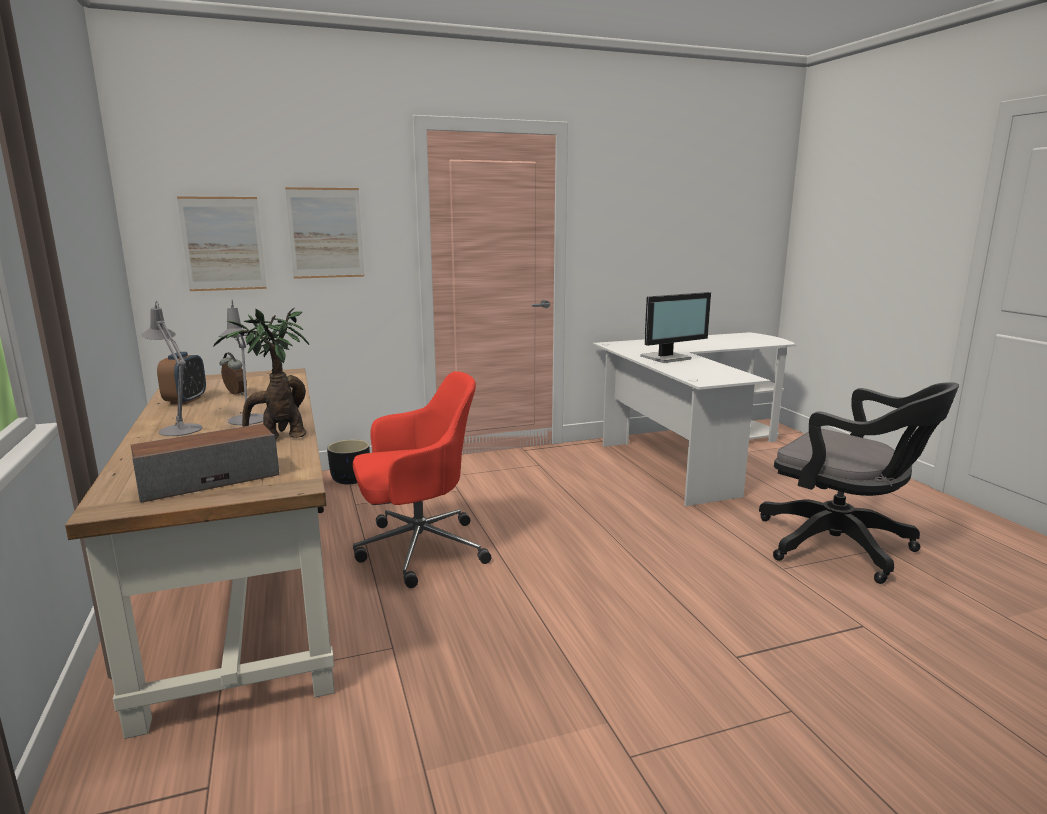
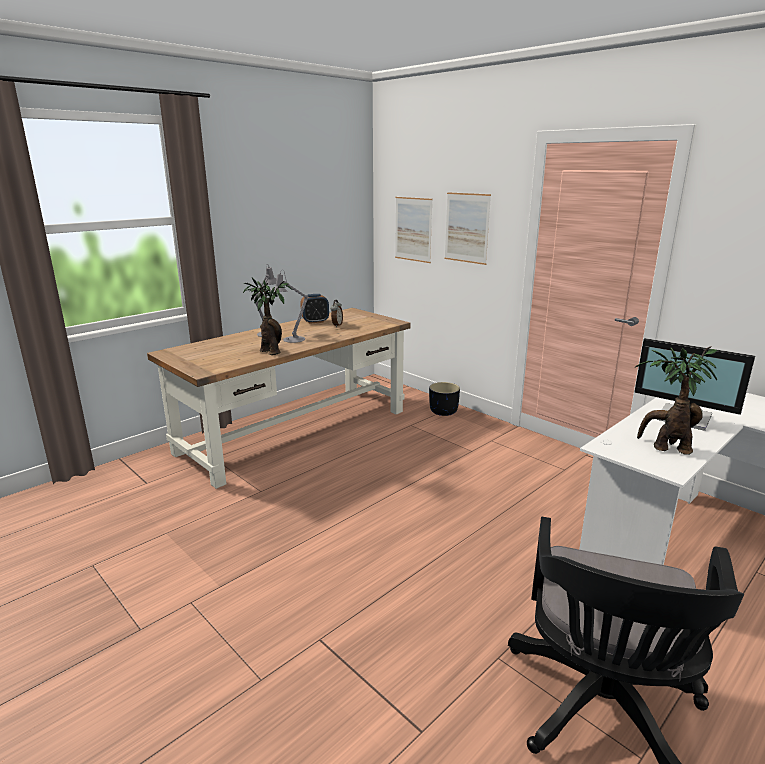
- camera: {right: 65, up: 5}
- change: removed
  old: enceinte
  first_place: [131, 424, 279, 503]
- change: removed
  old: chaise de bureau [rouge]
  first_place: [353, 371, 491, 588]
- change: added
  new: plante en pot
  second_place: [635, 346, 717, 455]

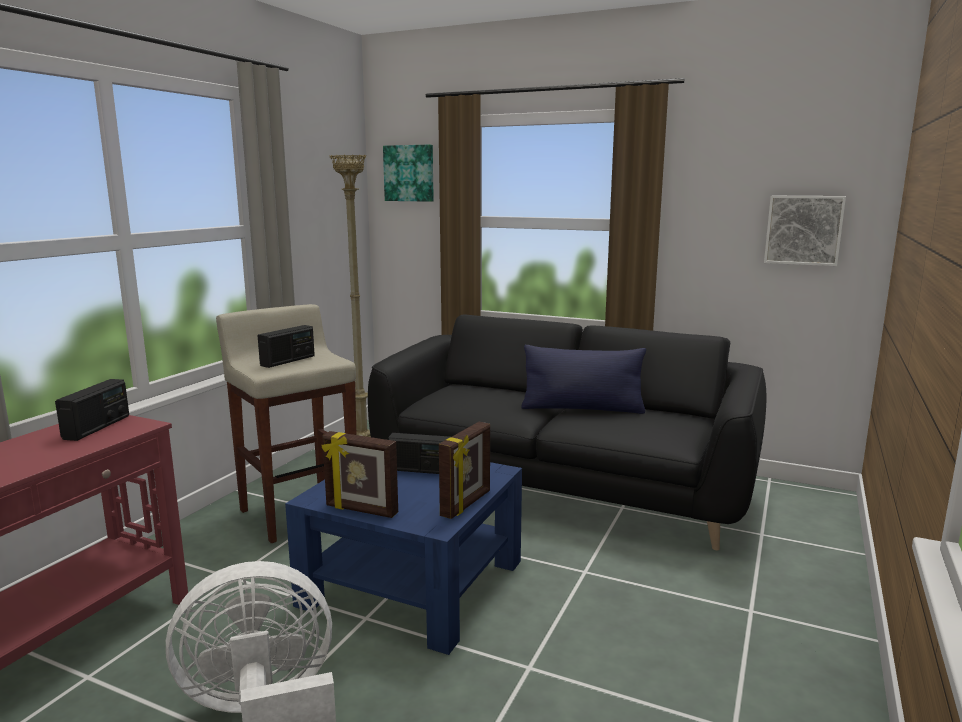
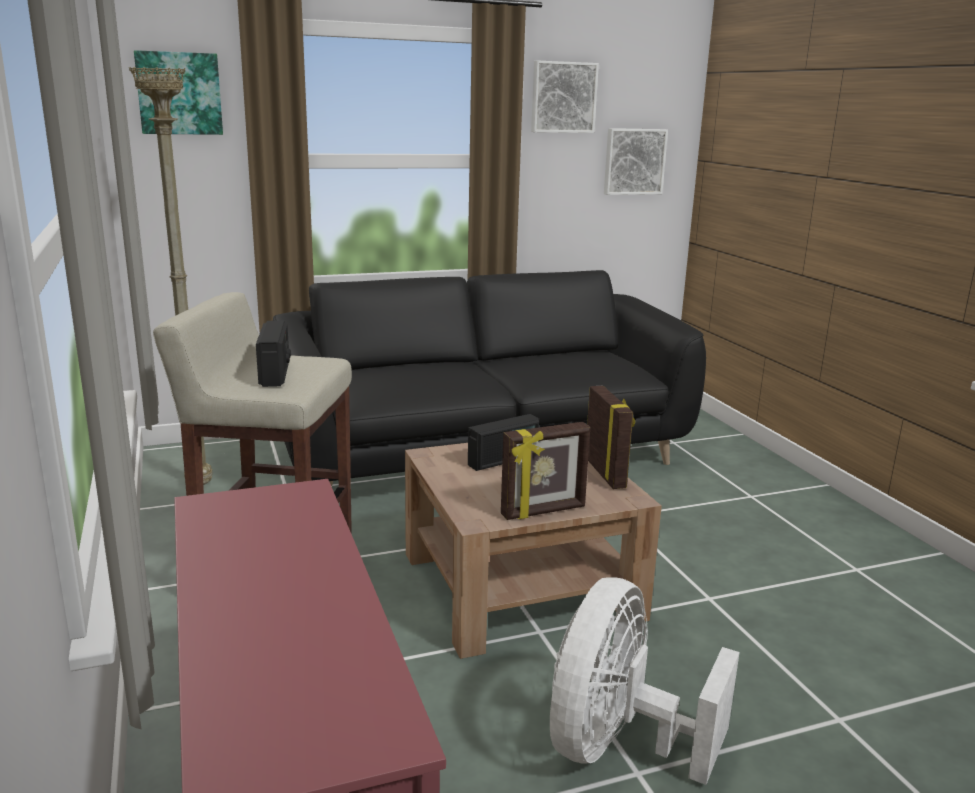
- camera: {right: -45, up: 5}
- change: removed
  old: radio
  first_place: [55, 379, 129, 441]
- change: recoloured
  old: table basse [bleu]
  new: table basse [marron]
  first_place: [285, 462, 522, 655]
  second_place: [405, 443, 662, 659]
- change: removed
  old: coussin [bleu]
  first_place: [521, 345, 646, 414]
- change: added
  new: tableau
  second_place: [531, 61, 599, 133]

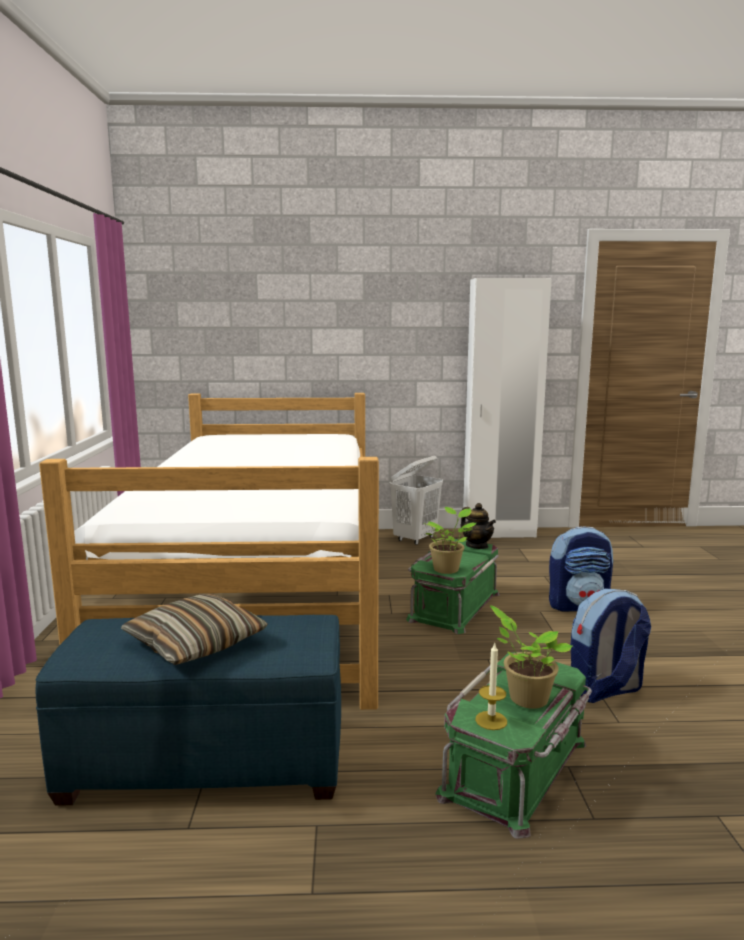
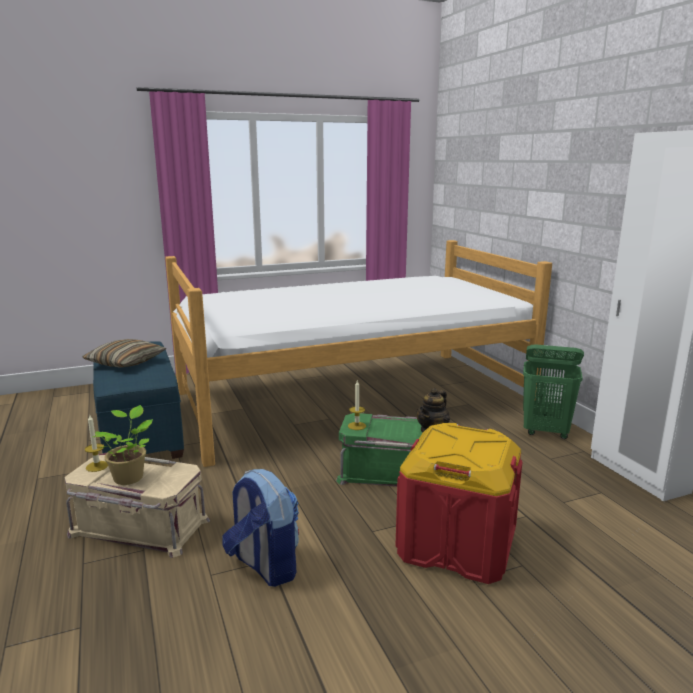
- camera: {right: 70, up: 5}
- change: recoloured
  old: panier à linge [blanc]
  new: panier à linge [vert]
  first_place: [389, 456, 443, 545]
  second_place: [523, 344, 584, 439]
- change: replaced
  old: plante en pot
  new: bougie
  first_place: [423, 507, 476, 574]
  second_place: [348, 381, 366, 430]
- change: recoloured
  old: boîte de rangement [vert]
  new: boîte de rangement [beige]
  first_place: [435, 652, 592, 839]
  second_place: [65, 453, 210, 558]
- change: replaced
  old: sac à dos
  new: boîte de rangement [rouge]
  first_place: [549, 527, 613, 611]
  second_place: [396, 423, 523, 584]

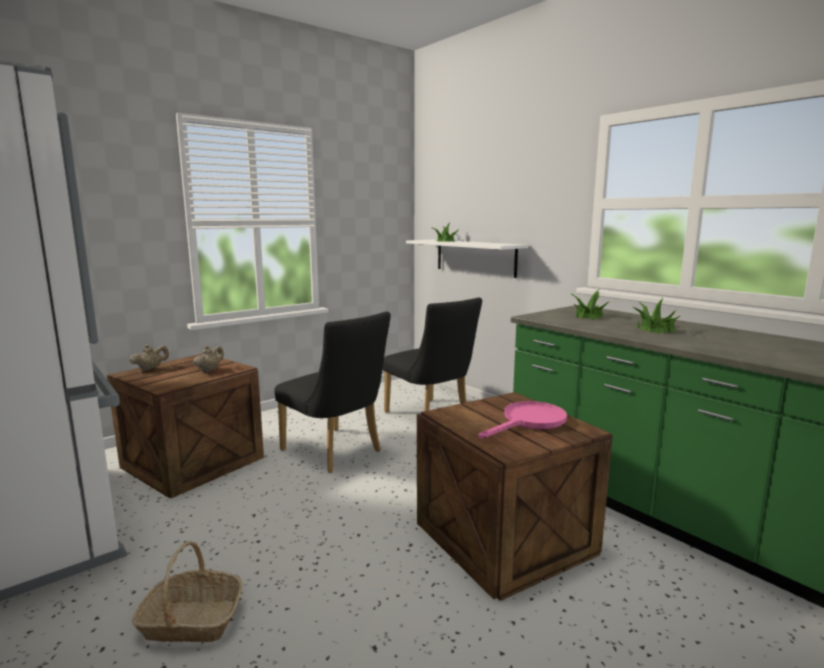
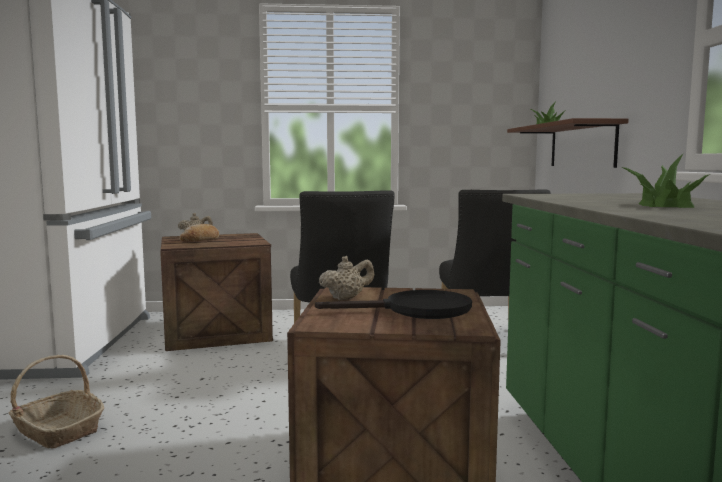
- camera: {right: 35, up: -5}
- change: moved
  old: théière [beige]
  first_place: [194, 345, 224, 372]
  second_place: [319, 256, 374, 300]
- change: recoloured
  old: étagère [blanc]
  new: étagère [marron]
  first_place: [406, 240, 528, 278]
  second_place: [507, 118, 629, 168]
- change: recoloured
  old: poêle [rose]
  new: poêle [noir]
  first_place: [478, 401, 567, 439]
  second_place: [315, 290, 472, 319]
- change: removed
  old: plante en pot
  first_place: [570, 290, 610, 319]
- change: added
  new: pain
  second_place: [179, 224, 219, 242]

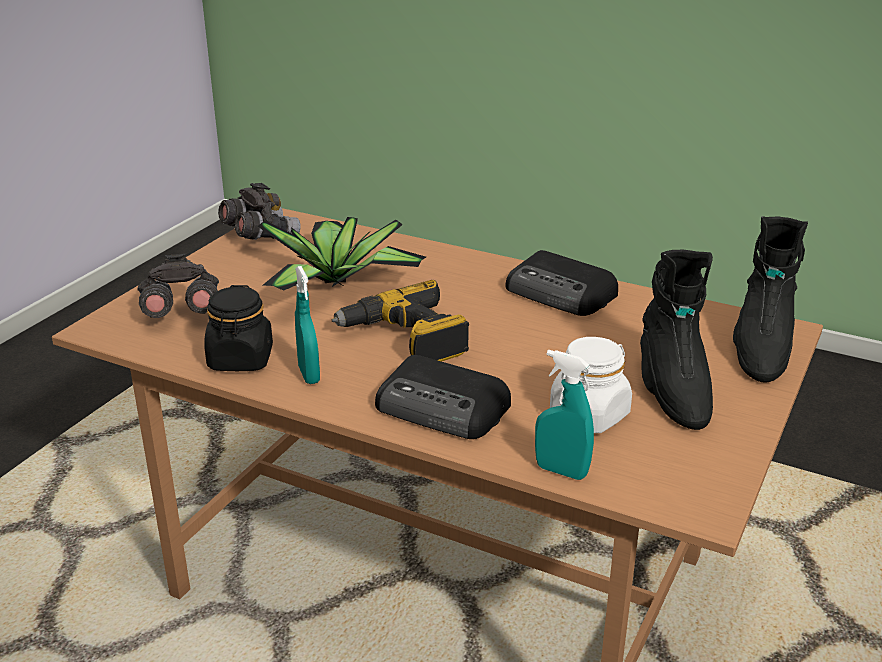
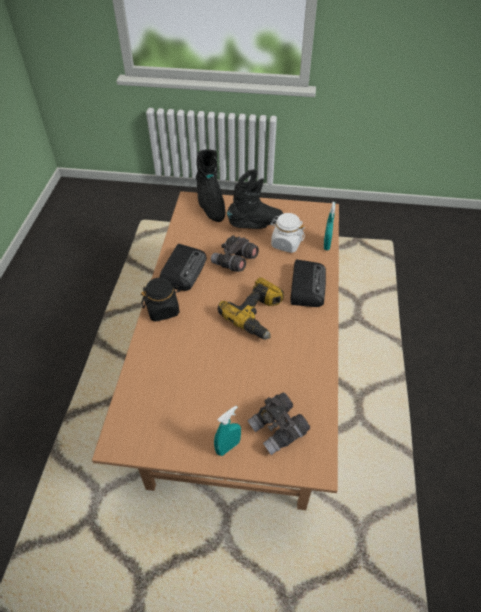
- camera: {right: -110, up: 20}
- change: moved
  old: bocal [noir]
  first_place: [204, 285, 273, 371]
  second_place: [141, 278, 181, 322]
- change: moved
  old: jumelles [gris]
  first_place: [218, 183, 301, 240]
  second_place: [211, 235, 259, 272]
- change: removed
  old: plante en pot
  first_place: [258, 217, 426, 291]
- change: moved
  old: vaporisateur [turquoise]
  first_place: [295, 266, 320, 384]
  second_place: [214, 406, 241, 456]
- change: turned
  old: botte [noir]
  first_place: [733, 216, 808, 383]
  second_place: [196, 149, 225, 222]
  degrees: 75

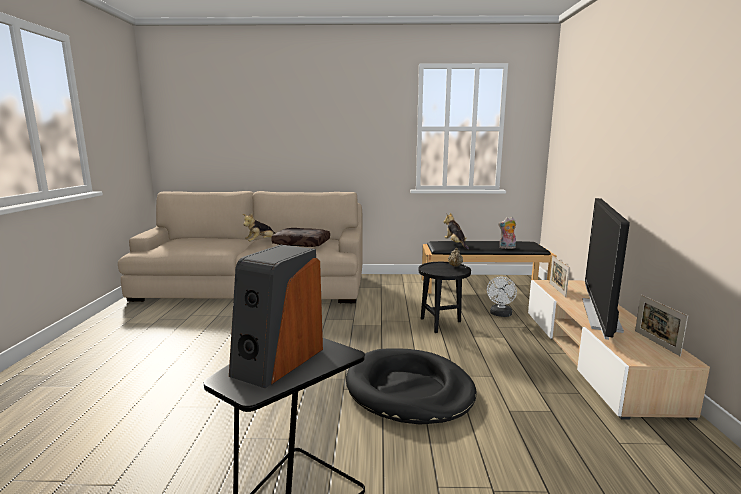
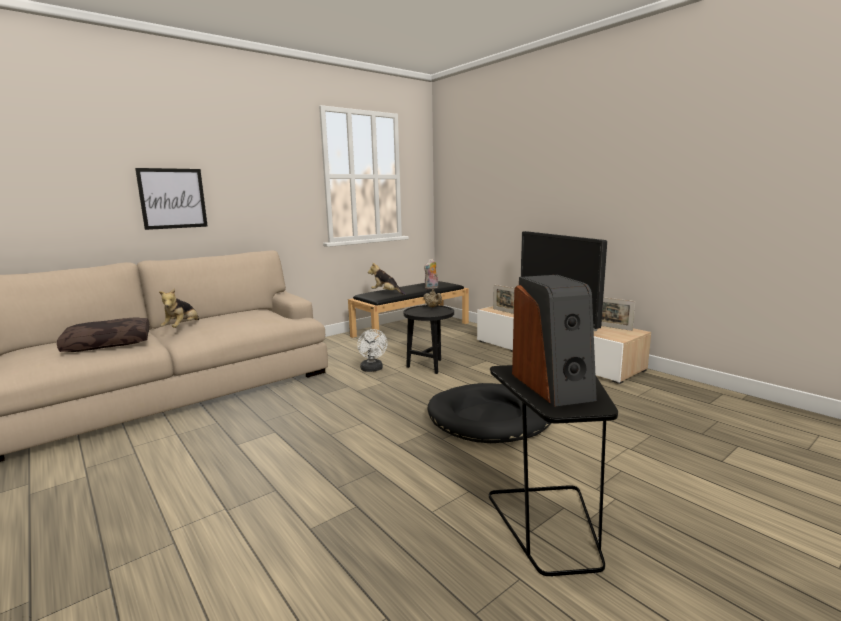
- camera: {right: -40, up: 0}
- change: moved
  old: coussin [marron]
  first_place: [271, 228, 330, 247]
  second_place: [57, 317, 150, 352]
- change: moved
  old: ventilateur [blanc]
  first_place: [487, 277, 517, 317]
  second_place: [357, 329, 387, 372]
- change: added
  new: tableau
  second_place: [135, 168, 208, 230]

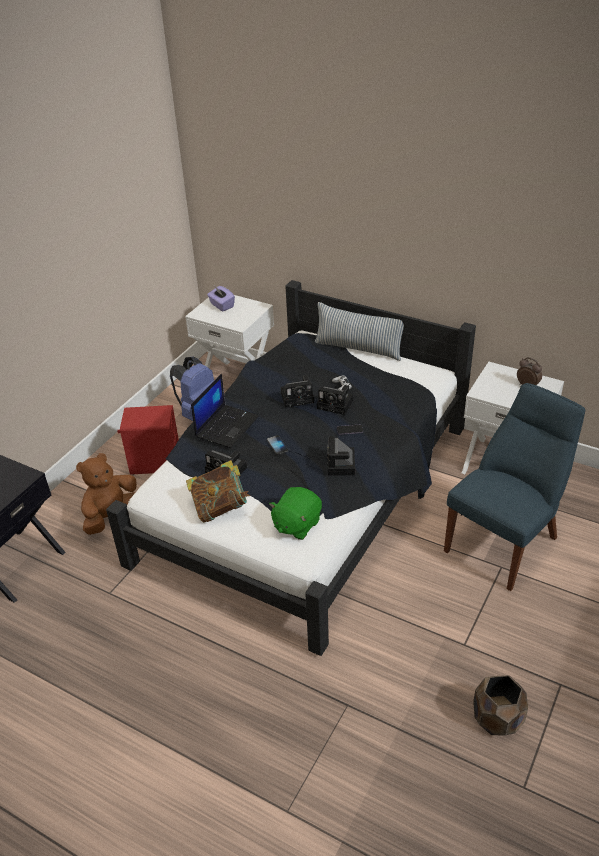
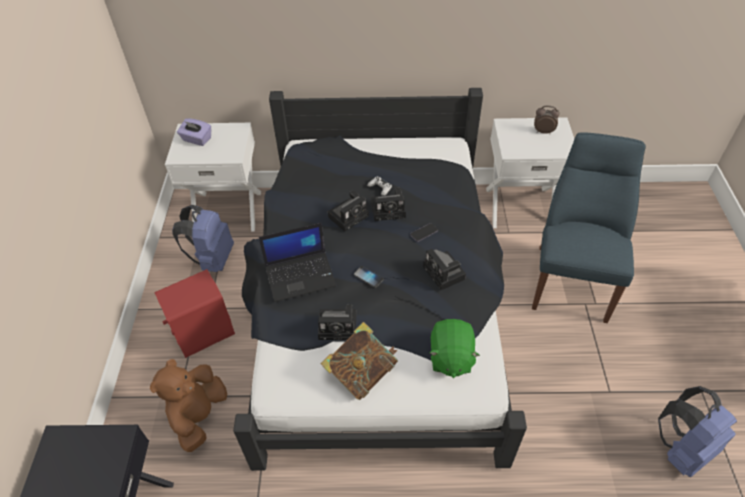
- camera: {right: -30, up: 10}
- change: turned
  old: ordinateur portable
  first_place: [191, 374, 259, 448]
  second_place: [259, 223, 336, 302]
  degrees: 75
- change: removed
  old: coussin
  first_place: [314, 302, 404, 361]
- change: replaced
  old: cache-pot [marron]
  new: sac à dos [bleu]
  first_place: [473, 675, 528, 735]
  second_place: [658, 386, 737, 477]

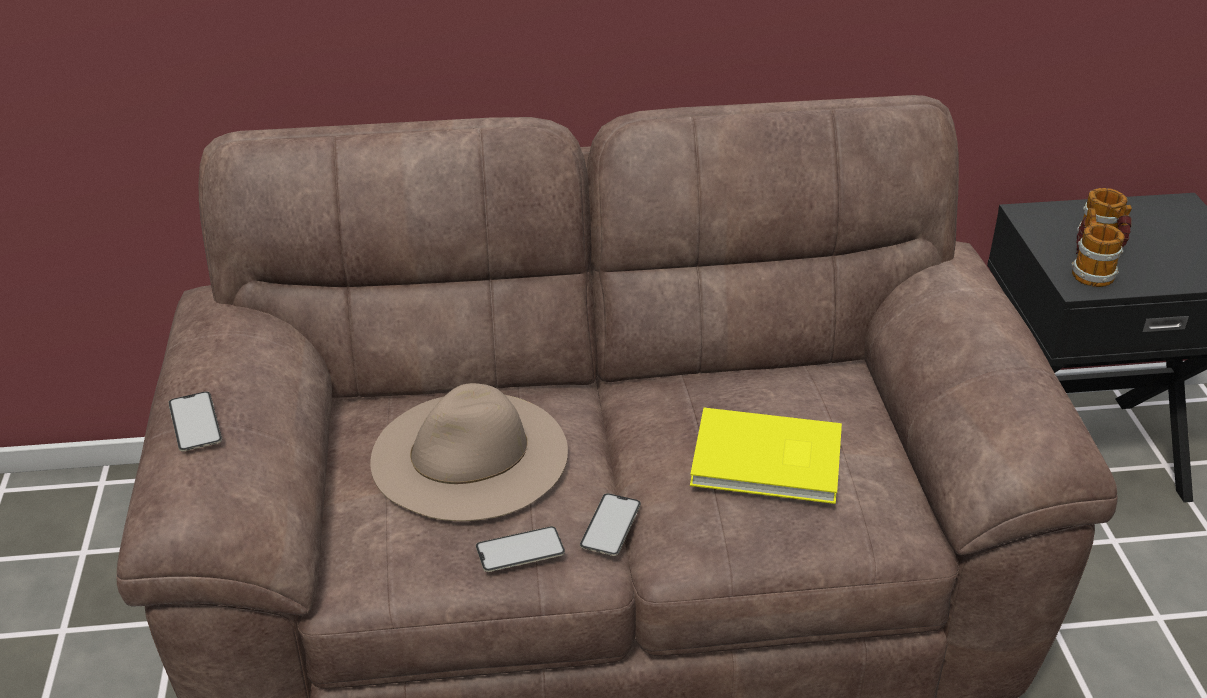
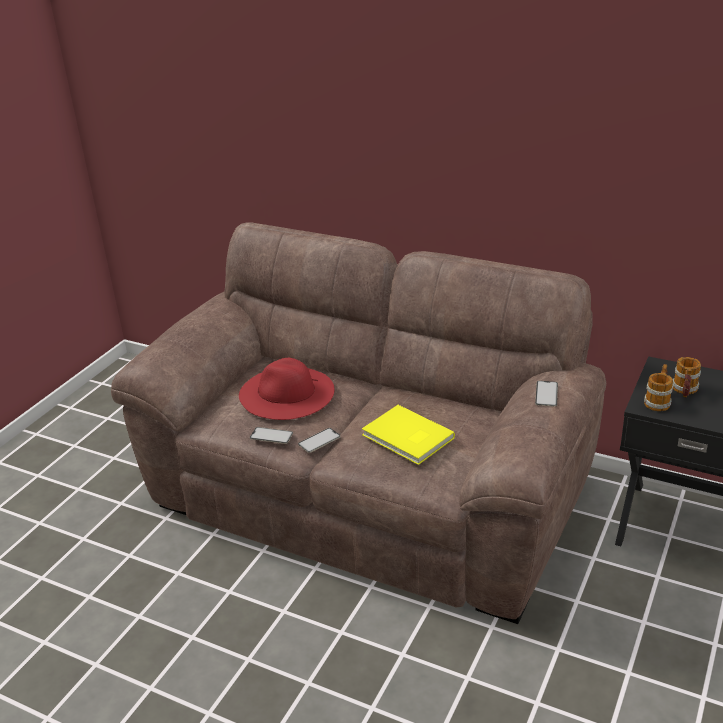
- camera: {right: 35, up: -5}
- change: moved
  old: téléphone
  first_place: [168, 391, 222, 451]
  second_place: [535, 381, 558, 407]
- change: recoloured
  old: chapeau [beige]
  new: chapeau [rouge]
  first_place: [370, 383, 568, 521]
  second_place: [239, 358, 335, 420]

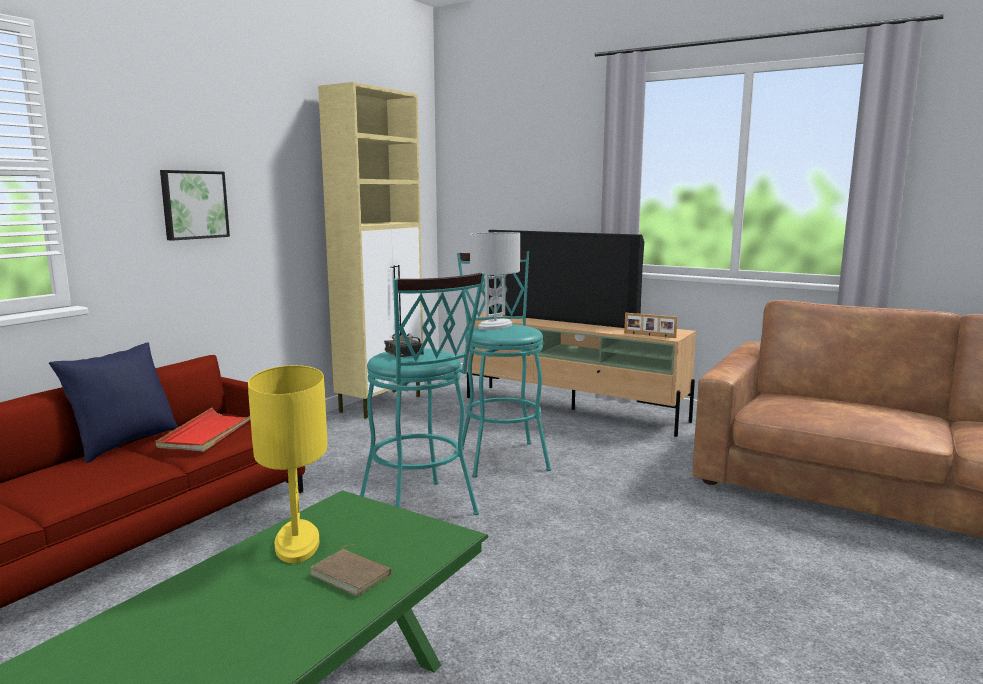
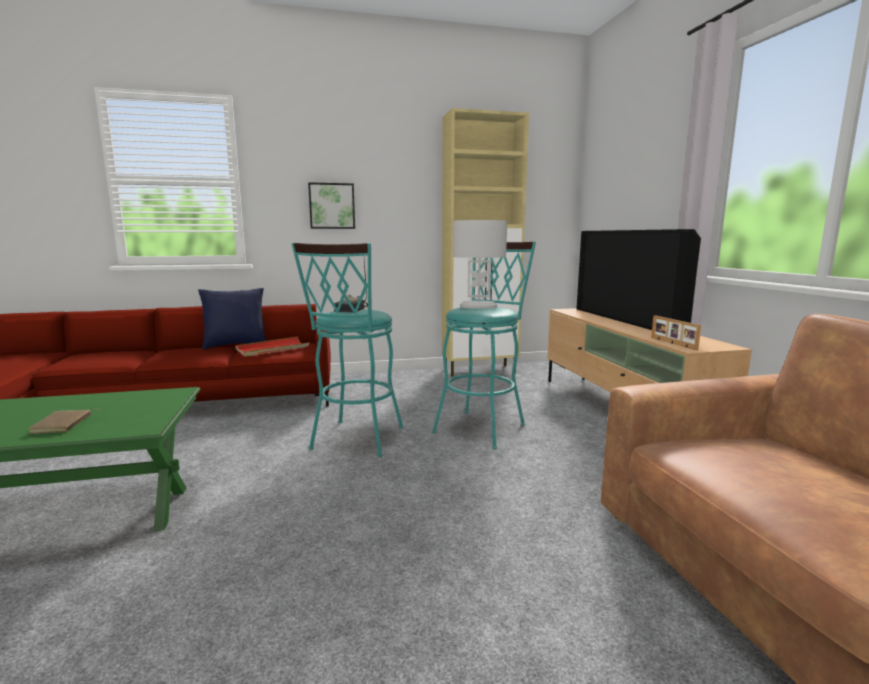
- camera: {right: 45, up: 0}
- change: removed
  old: lampe de table [jaune]
  first_place: [248, 365, 328, 563]

